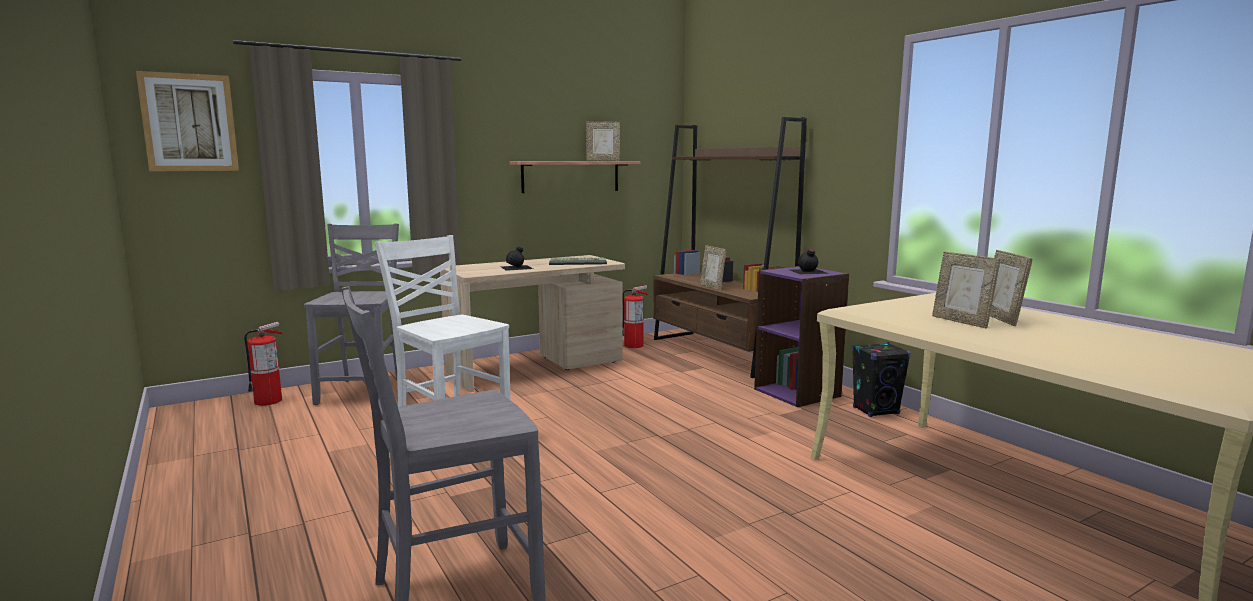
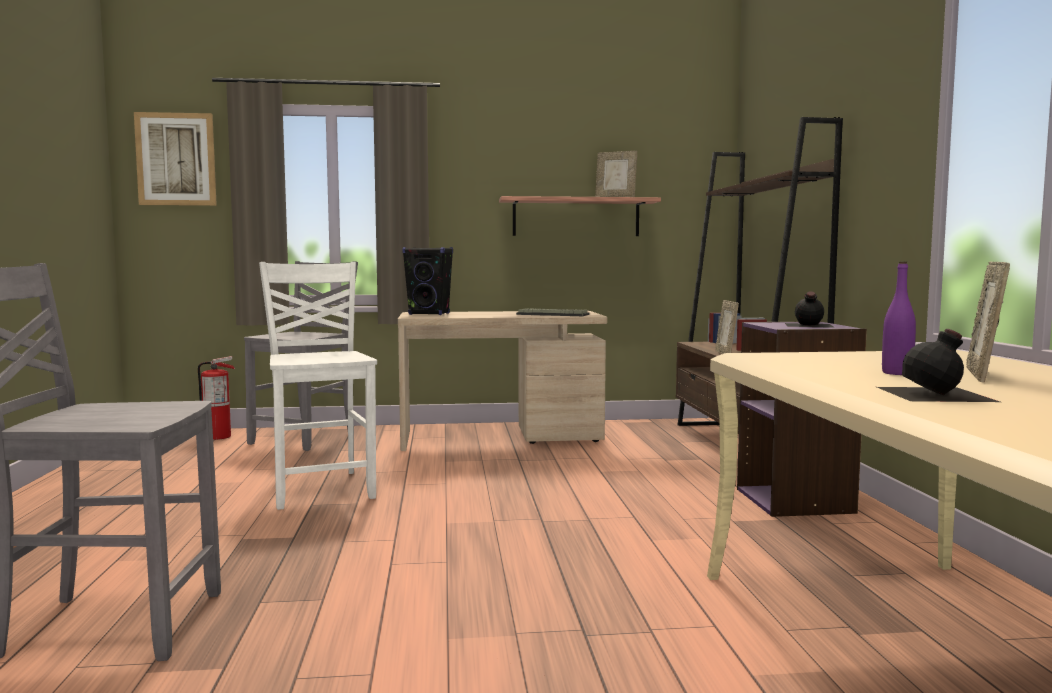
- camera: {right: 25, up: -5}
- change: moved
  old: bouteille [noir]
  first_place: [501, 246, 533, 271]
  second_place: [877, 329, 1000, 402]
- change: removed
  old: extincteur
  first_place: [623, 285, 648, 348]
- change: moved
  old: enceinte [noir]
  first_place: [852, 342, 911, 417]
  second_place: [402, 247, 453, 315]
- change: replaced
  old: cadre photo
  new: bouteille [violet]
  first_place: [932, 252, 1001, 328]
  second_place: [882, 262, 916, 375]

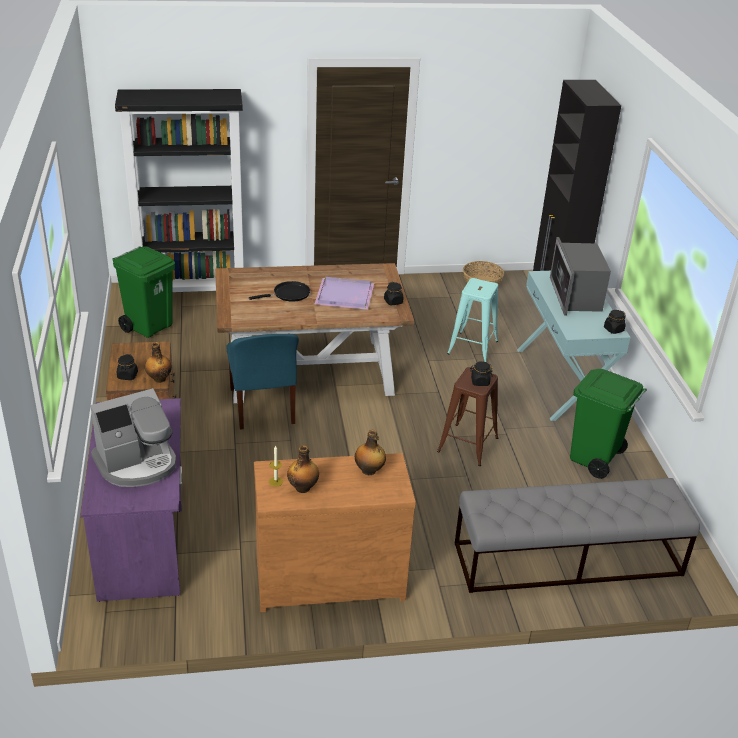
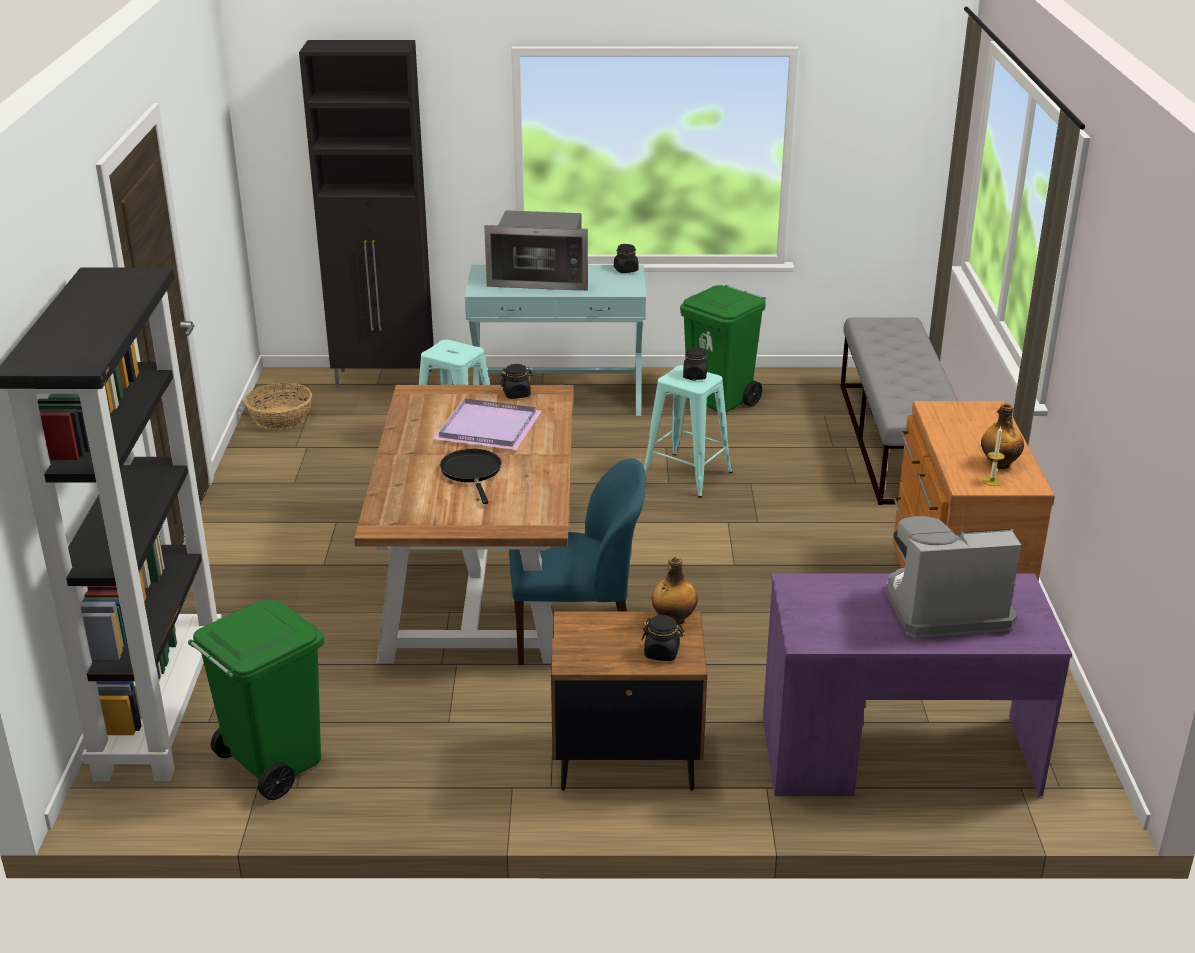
- camera: {right: -80, up: -5}
- change: turned
  old: machine à café
  first_place: [90, 388, 176, 487]
  second_place: [885, 516, 1021, 638]
  degrees: -75
- change: removed
  old: bouteille
  first_place: [355, 430, 386, 475]
- change: recoloured
  old: tabouret [marron]
  new: tabouret [turquoise]
  first_place: [437, 367, 498, 466]
  second_place: [644, 365, 732, 497]

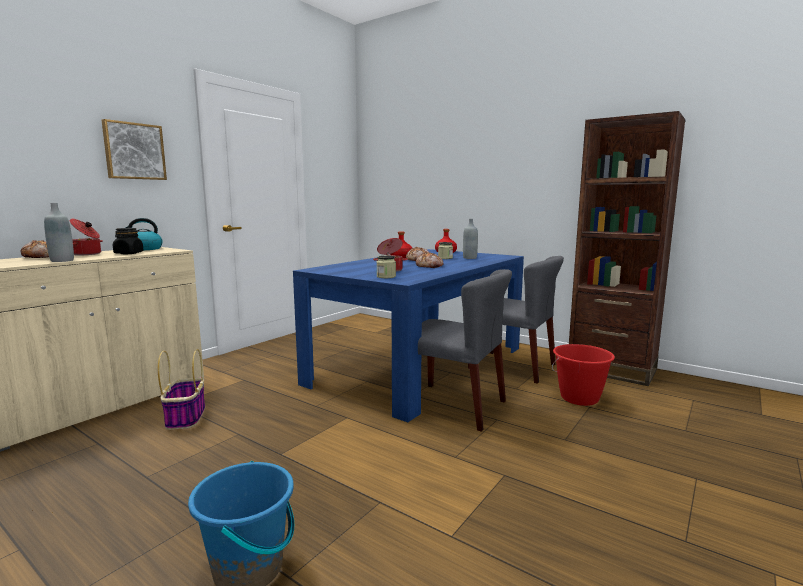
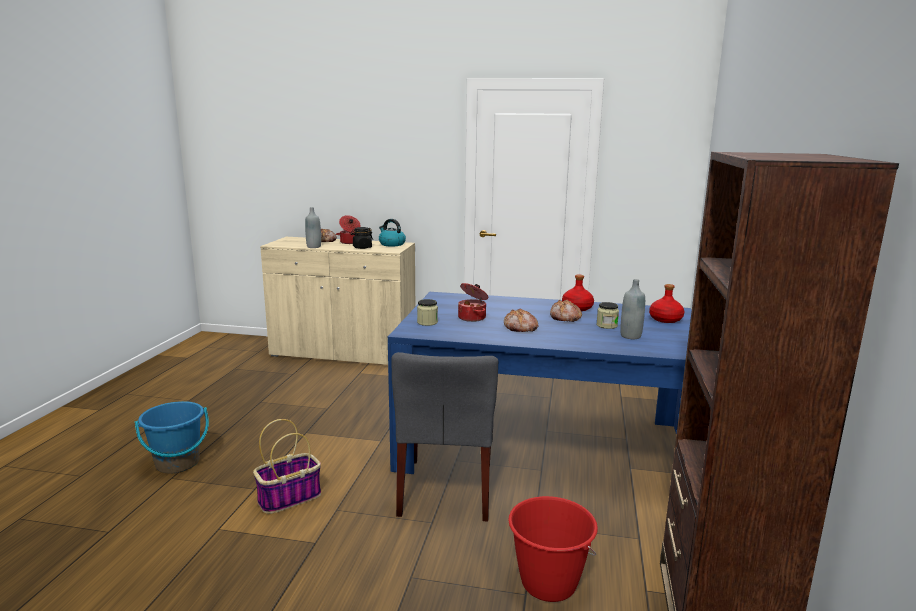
- camera: {right: 65, up: 5}
- change: removed
  old: tableau
  first_place: [102, 119, 167, 180]
- change: moved
  old: panier
  first_place: [158, 349, 205, 430]
  second_place: [253, 419, 321, 514]
- change: removed
  old: chaise [gris]
  first_place: [468, 256, 564, 384]

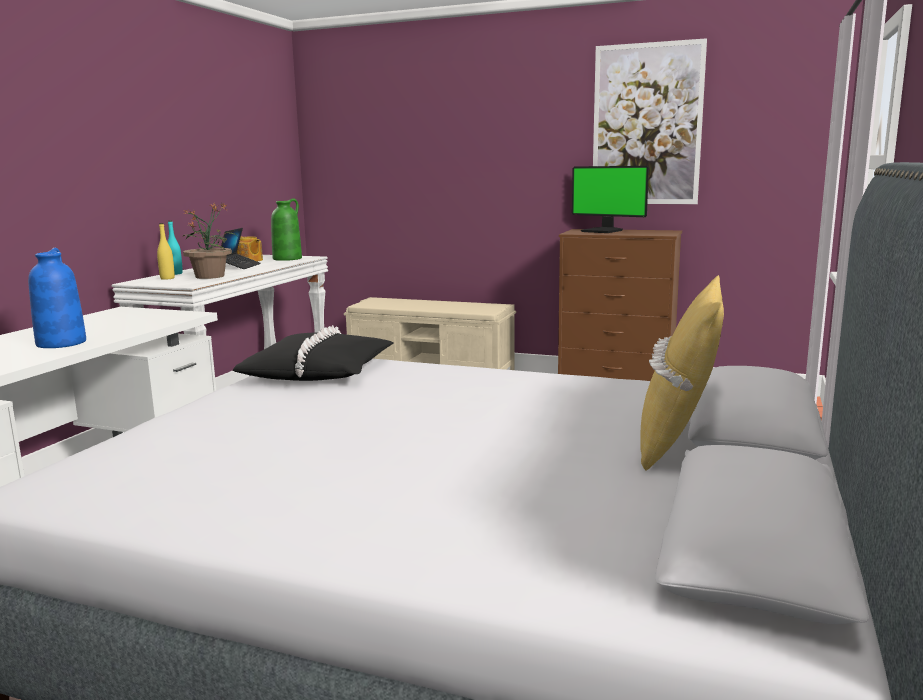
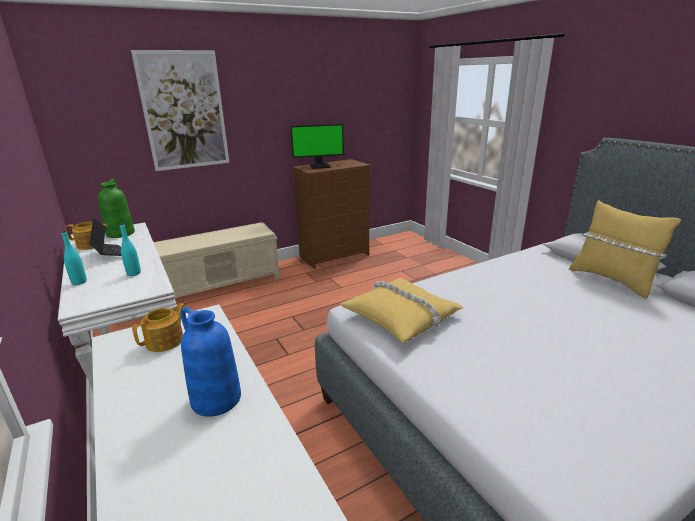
- camera: {right: -50, up: 10}
- change: removed
  old: bouteille [jaune]
  first_place: [157, 223, 175, 280]
- change: replaced
  old: plante en pot
  new: bouteille [turquoise]
  first_place: [183, 202, 237, 279]
  second_place: [120, 223, 141, 276]
- change: recoloured
  old: coussin [noir]
  new: coussin [jaune]
  first_place: [233, 325, 393, 381]
  second_place: [340, 278, 464, 343]
- change: moved
  old: tableau
  first_place: [593, 38, 707, 204]
  second_place: [131, 50, 230, 171]
- change: added
  new: théière
  second_place: [132, 303, 186, 352]

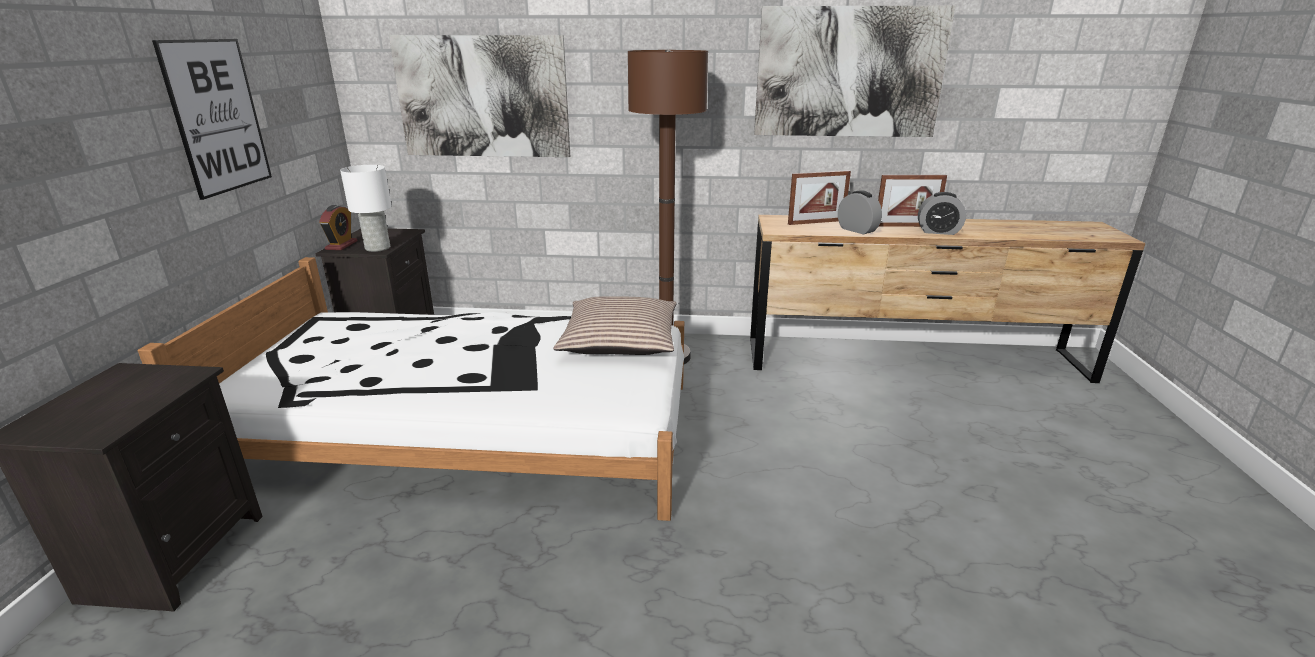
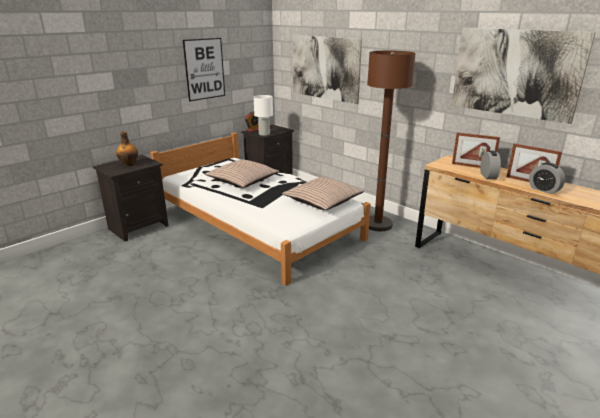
- camera: {right: 40, up: 0}
- change: added
  new: bouteille
  second_place: [116, 131, 138, 166]
- change: added
  new: coussin
  second_place: [205, 159, 279, 188]

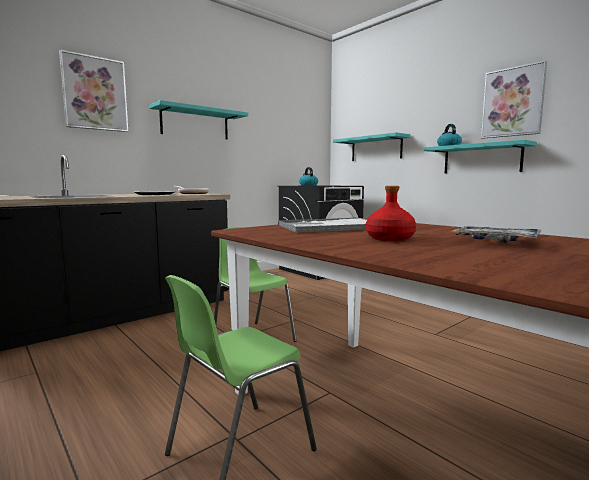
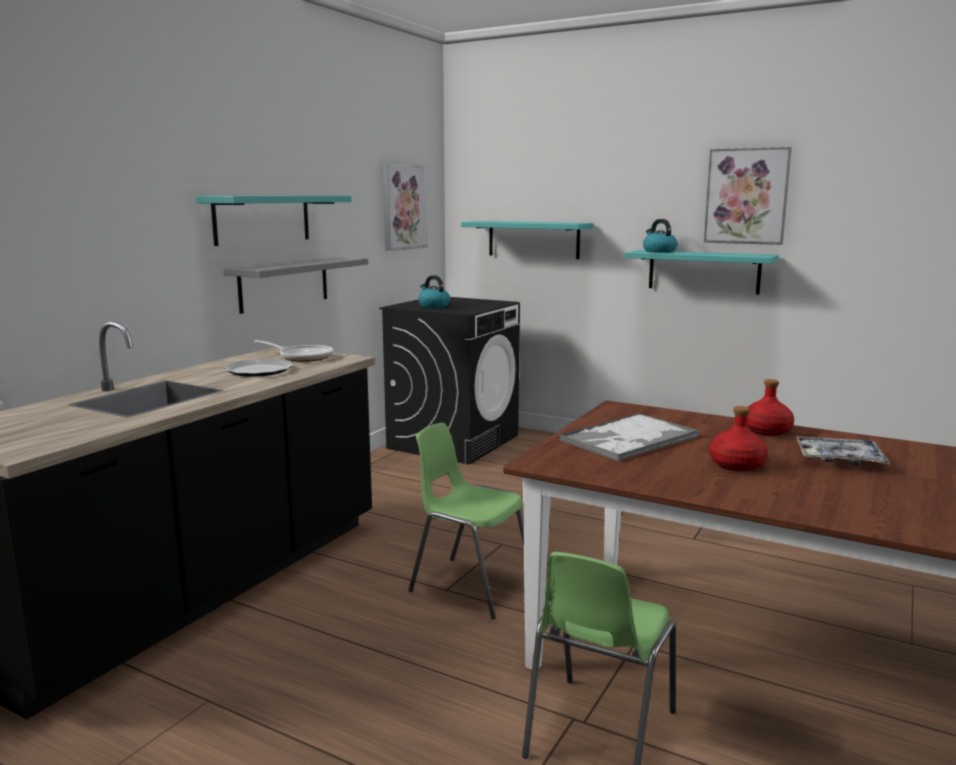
- camera: {right: -20, up: 5}
- change: moved
  old: tableau
  first_place: [59, 50, 129, 132]
  second_place: [383, 163, 428, 251]
- change: added
  new: étagère [gris]
  second_place: [223, 257, 368, 314]
- change: added
  new: bouteille [rouge]
  second_place: [747, 379, 794, 436]

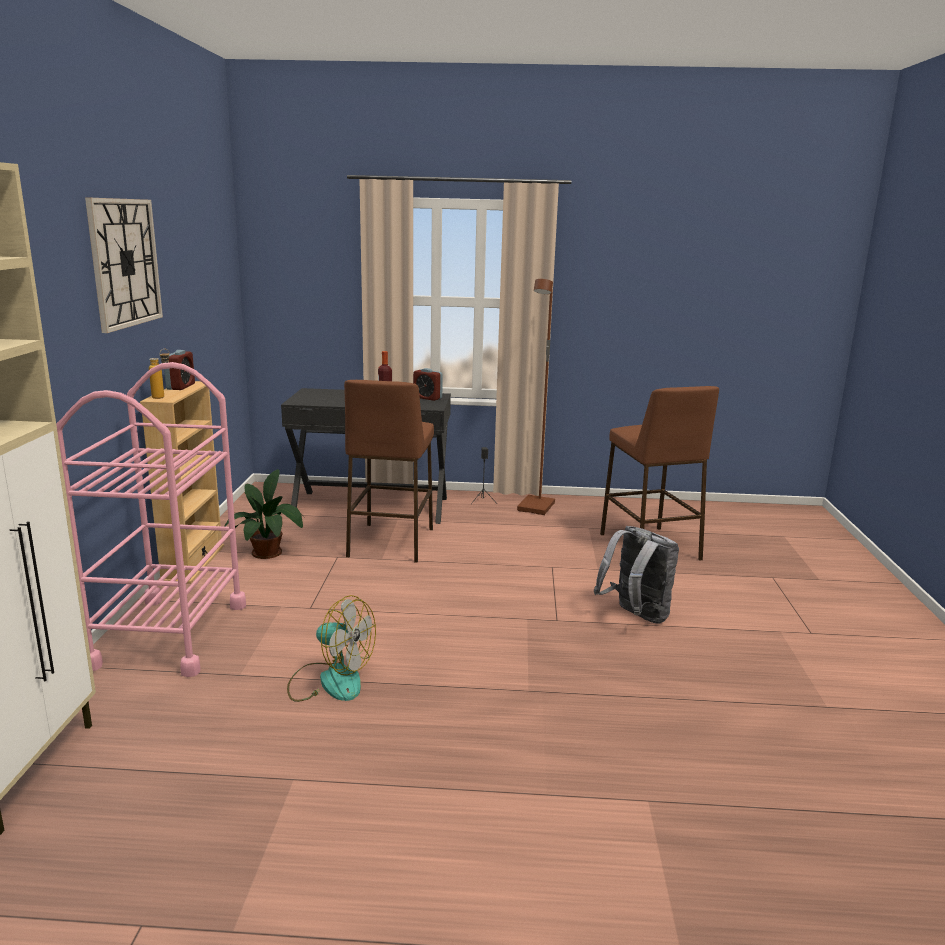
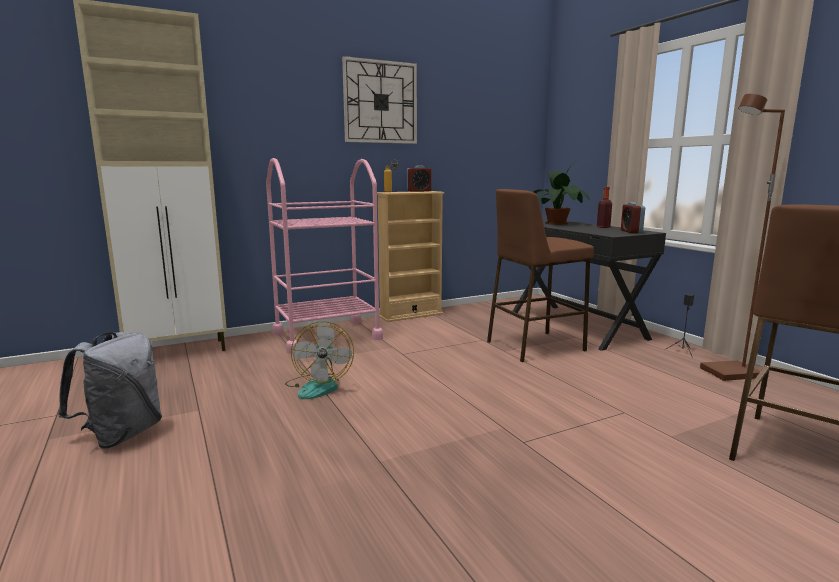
- camera: {right: 60, up: -5}
- change: moved
  old: plante en pot
  first_place: [224, 469, 303, 559]
  second_place: [533, 164, 590, 225]
- change: moved
  old: sac à dos [gris]
  first_place: [594, 526, 679, 624]
  second_place: [58, 332, 162, 449]

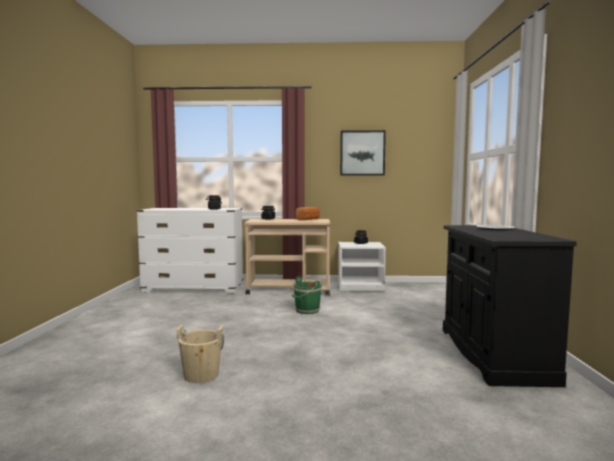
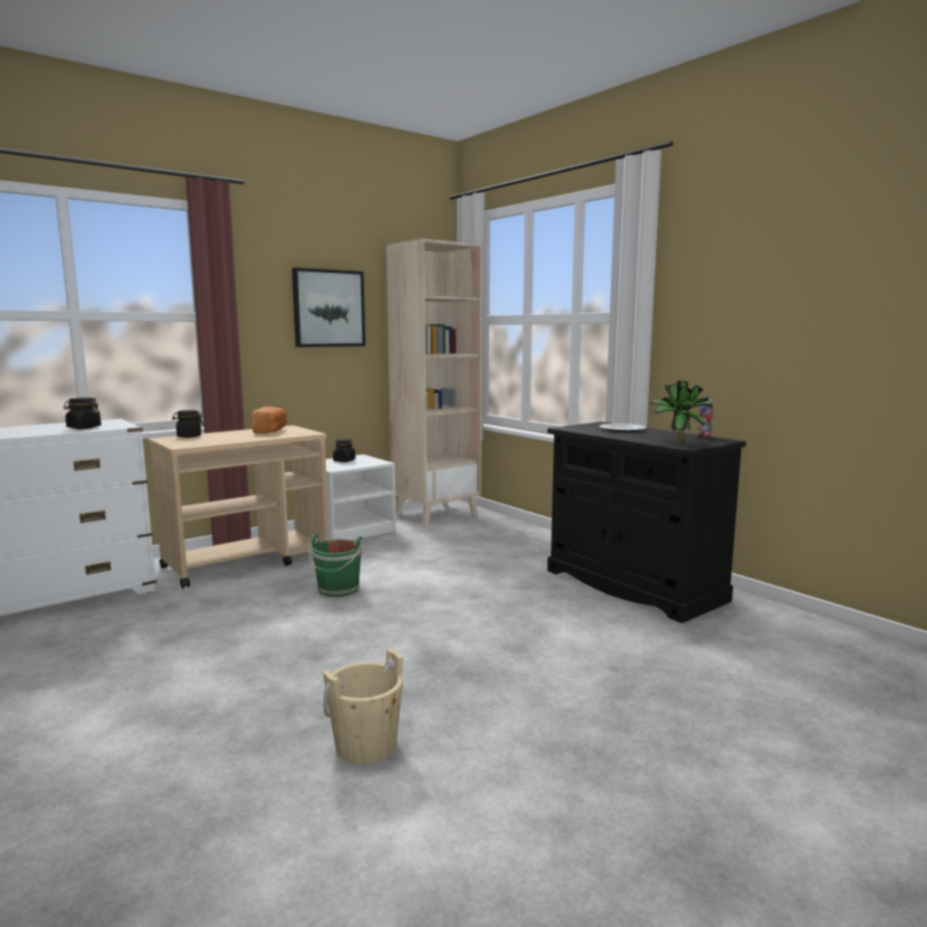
- camera: {right: -40, up: 5}
- change: added
  new: bibliothèque [beige]
  second_place: [386, 239, 482, 526]
- change: added
  new: plante en pot
  second_place: [650, 381, 714, 444]
- change: added
  new: bouteille
  second_place: [698, 398, 713, 439]

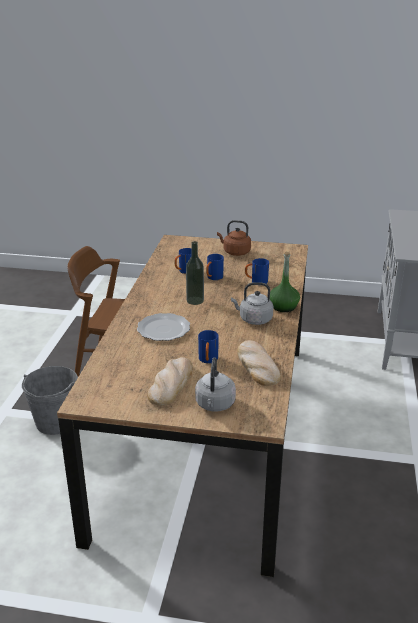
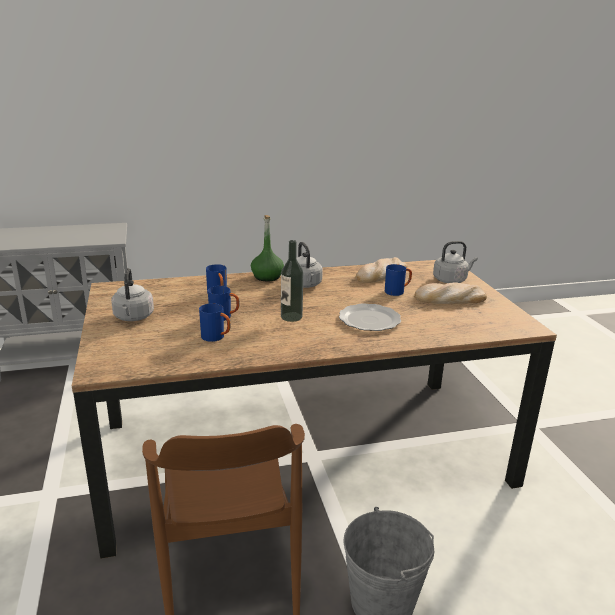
- camera: {right: -115, up: -5}
- change: recoloured
  old: bouilloire [marron]
  new: bouilloire [gris]
  first_place: [217, 220, 251, 256]
  second_place: [111, 268, 154, 321]

